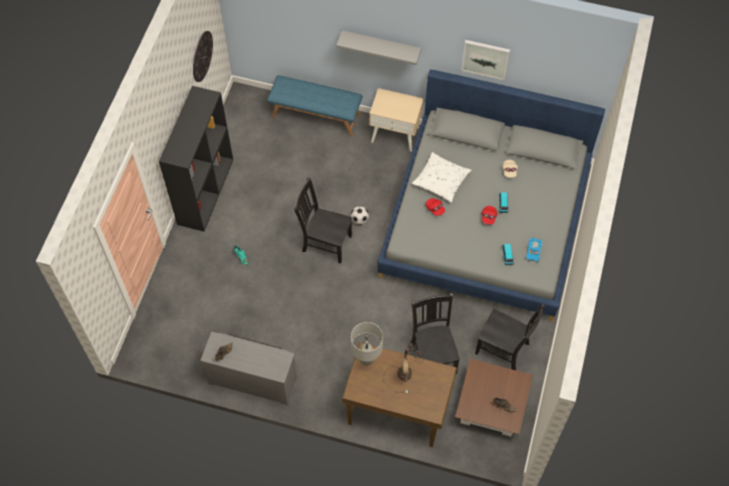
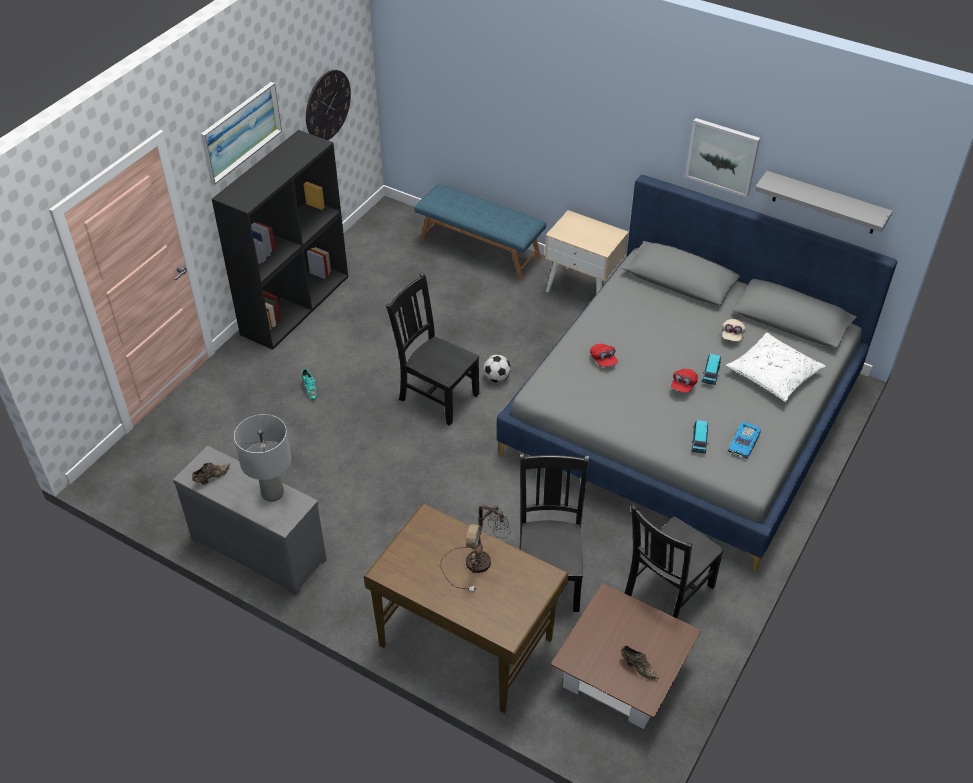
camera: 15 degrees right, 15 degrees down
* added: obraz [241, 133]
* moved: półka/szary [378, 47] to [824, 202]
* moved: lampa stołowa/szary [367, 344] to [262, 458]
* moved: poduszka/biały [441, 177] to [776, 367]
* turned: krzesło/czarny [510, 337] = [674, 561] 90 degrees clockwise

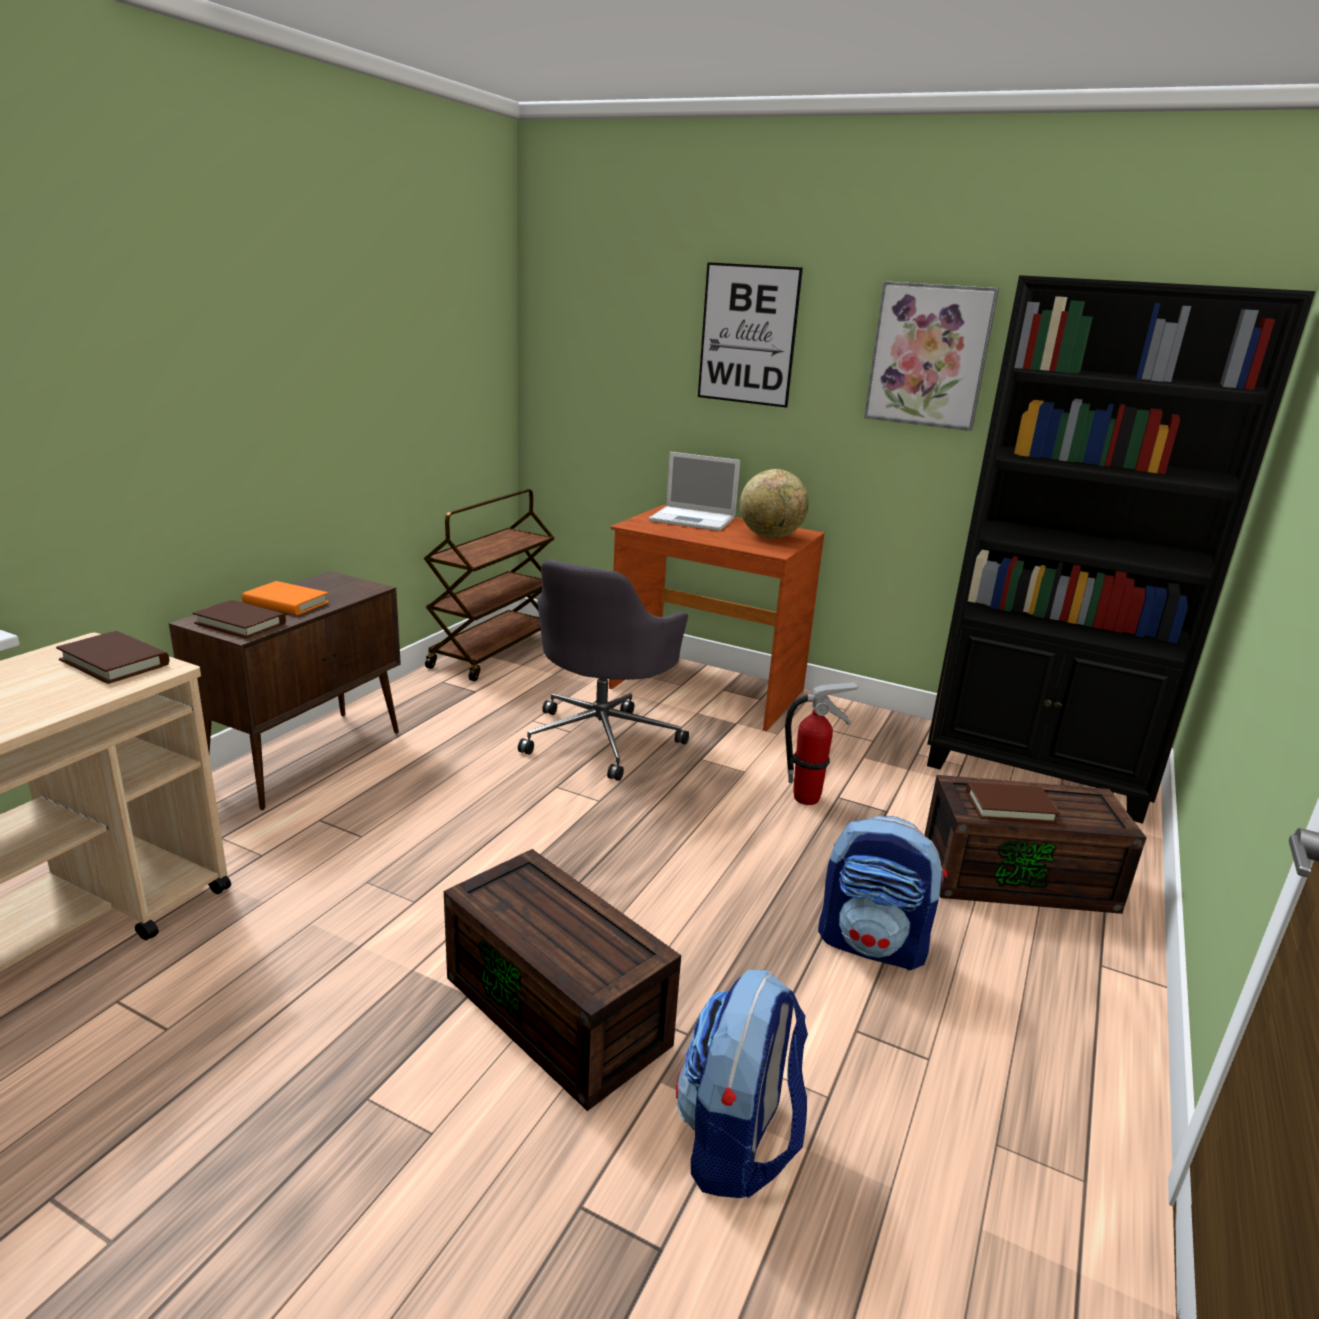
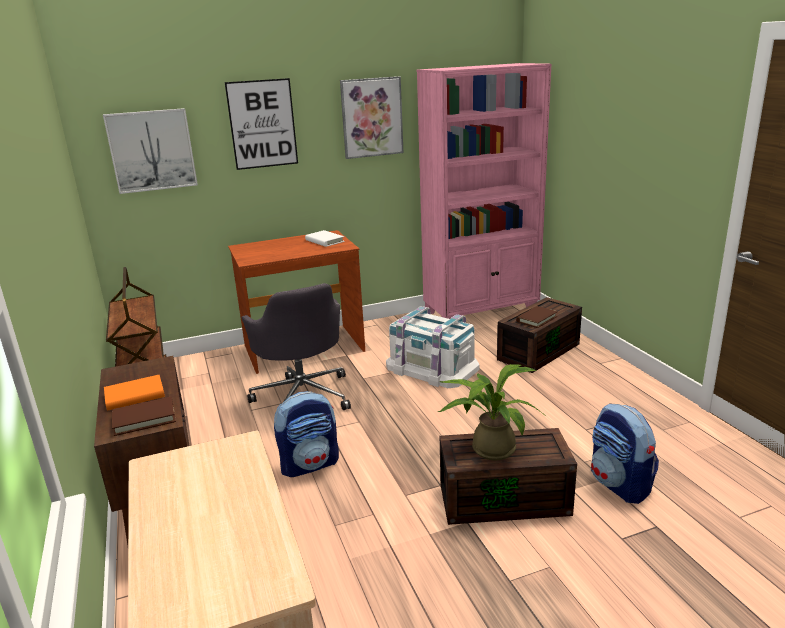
camera: 45 degrees left, 0 degrees up
* removed: książka/brązowy [112, 657]
* removed: laptop [694, 491]
* added: obraz [150, 151]
* added: roślina doniczkowa [492, 412]
* moved: plecak [882, 893] to [306, 434]
* replaced: globus [774, 503] to książka/biały [325, 238]
* replaced: gaśnica [822, 743] to pojemnik do przechowywania/biały [433, 347]
* recoloured: regał/czarny [1121, 549] to regał/różowy [484, 191]

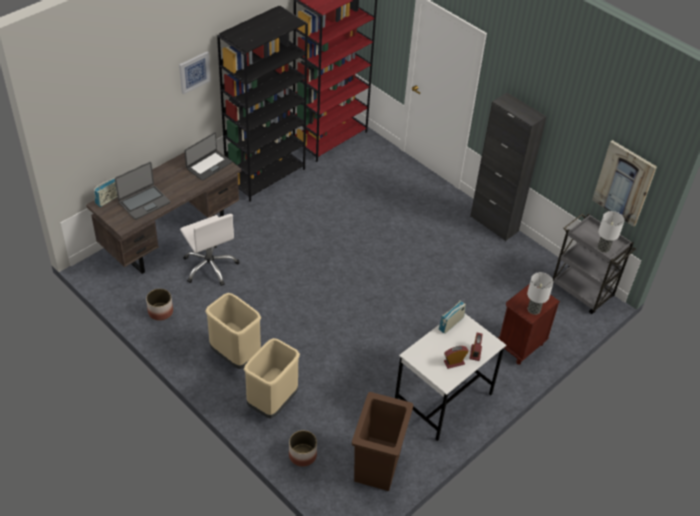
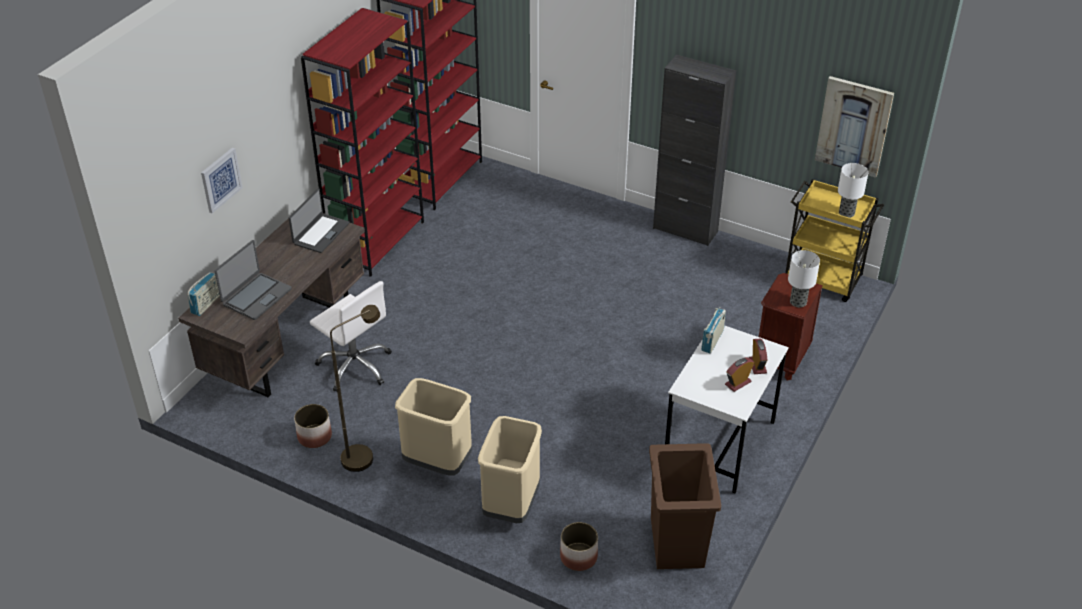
camera: 15 degrees left, 5 degrees down
* added: lampa stojąca/brązowy [355, 388]
* moved: obraz [195, 73] to [222, 180]
* recoloured: regał/czarny [262, 104] to regał/czerwony [362, 142]
* recoloured: wózek/szary [594, 263] to wózek/żółty [834, 240]

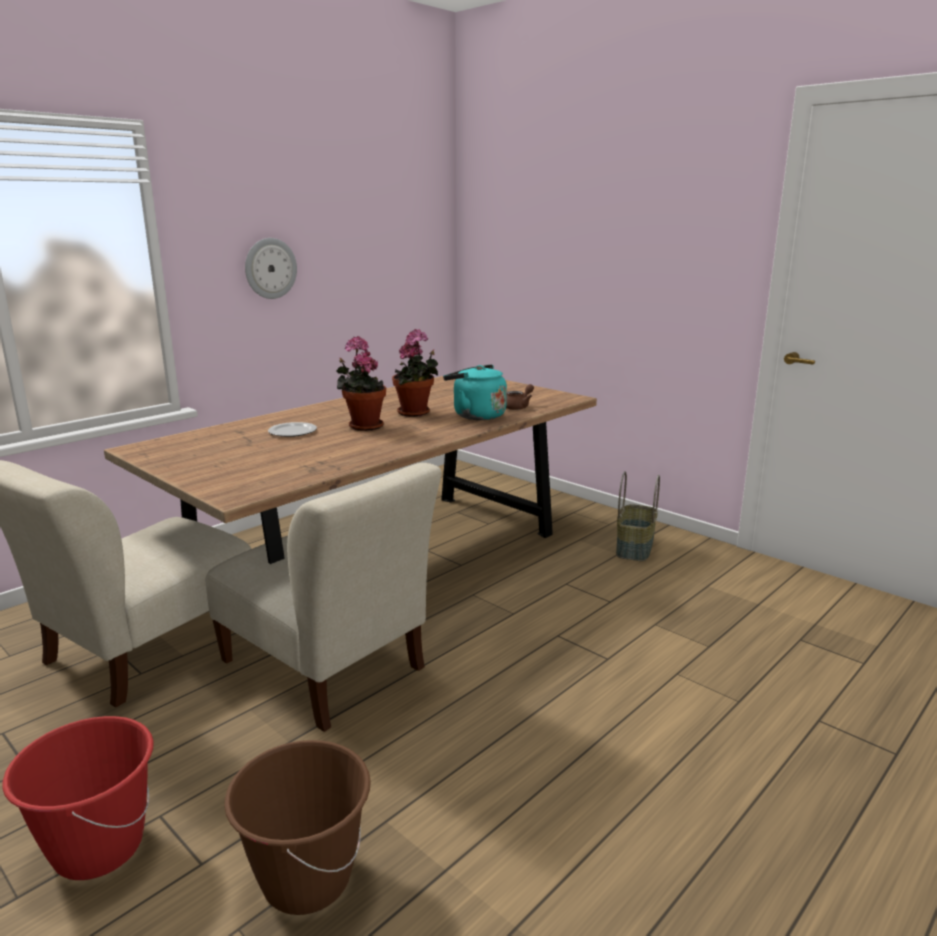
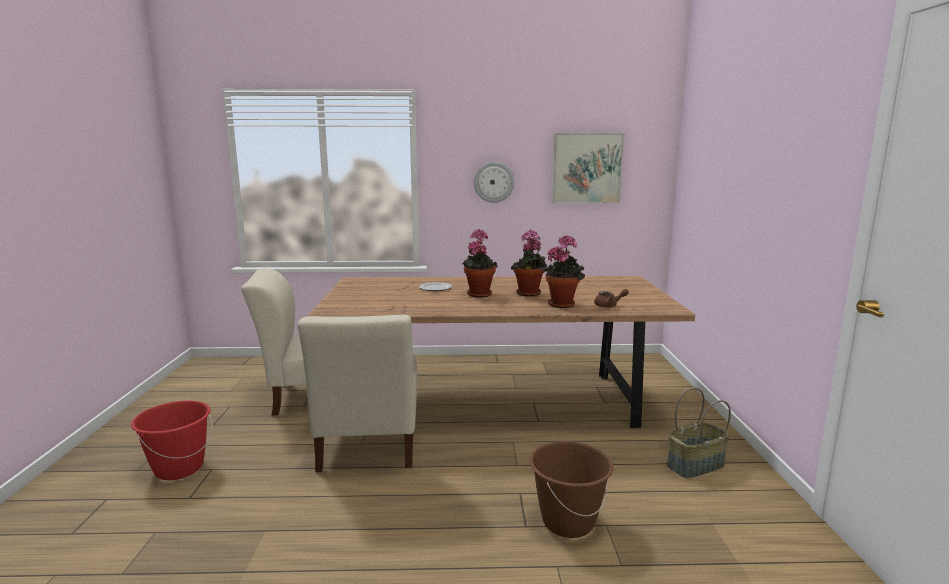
camera: 45 degrees right, 5 degrees down
* added: obraz [588, 168]
* moved: wiadro/brązowy [297, 827] to [572, 489]
* replaced: czajnik/turkusowy [475, 392] to roślina doniczkowa [562, 271]

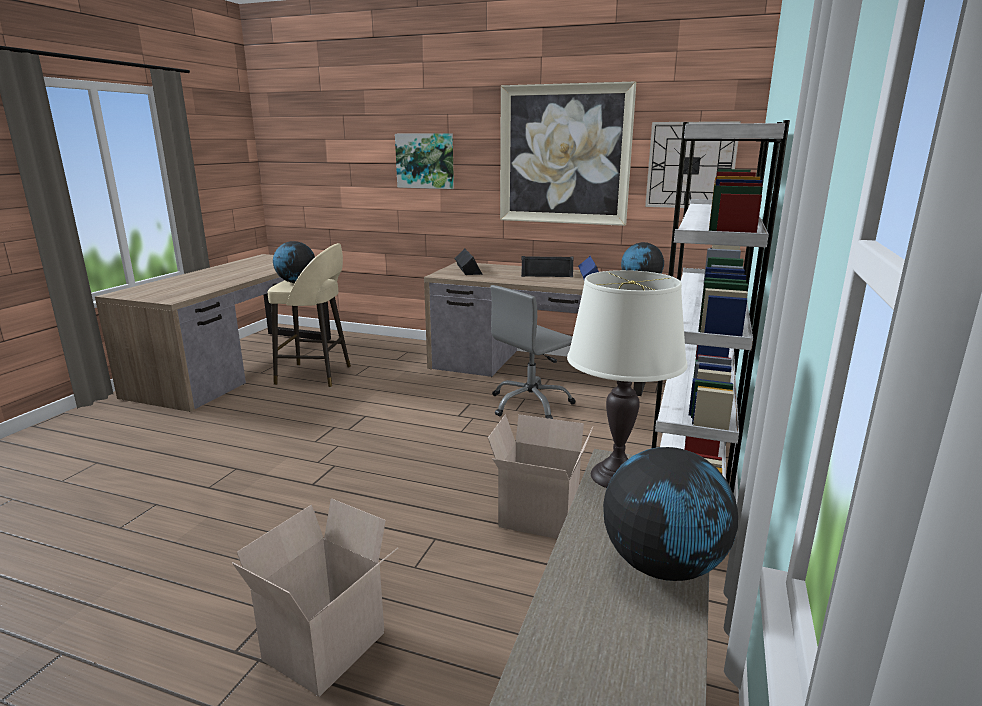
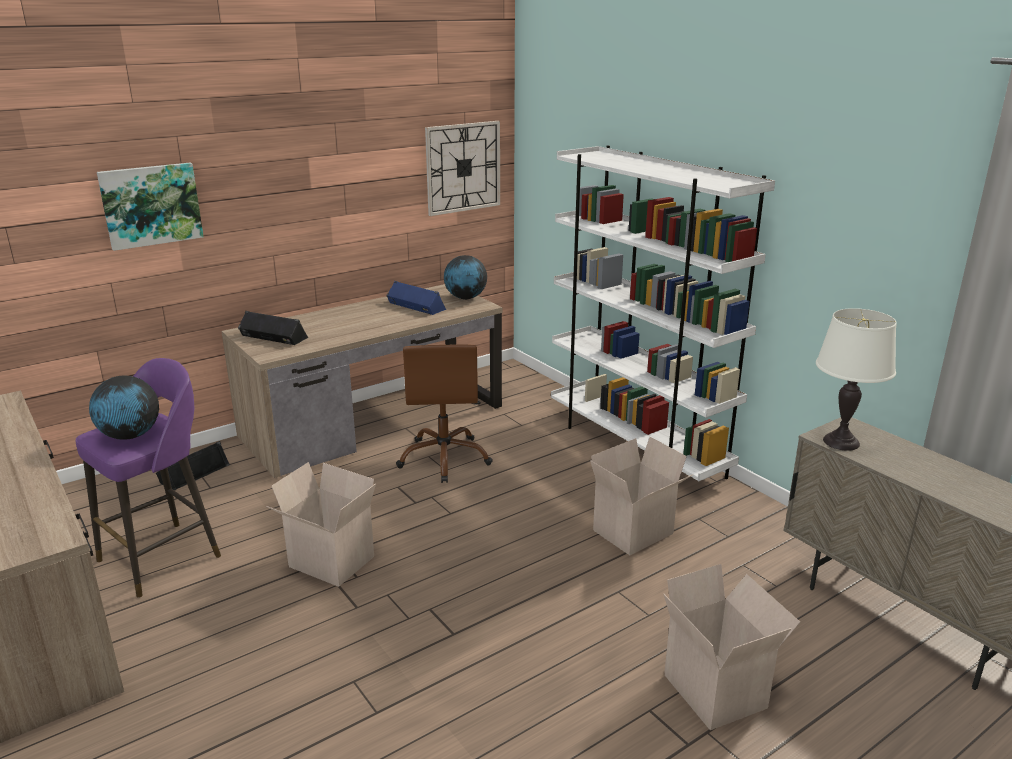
camera: 55 degrees left, 5 degrees up
* removed: obraz [568, 153]
* removed: globus [670, 514]
* added: karton [321, 524]
* moved: głośnik/czarny [547, 266] to [193, 466]
* recoloured: stołek/beżowy [309, 315] to stołek/fioletowy [148, 478]
* recoloured: krzesło biurowe/szary [533, 352] to krzesło biurowe/brązowy [444, 414]

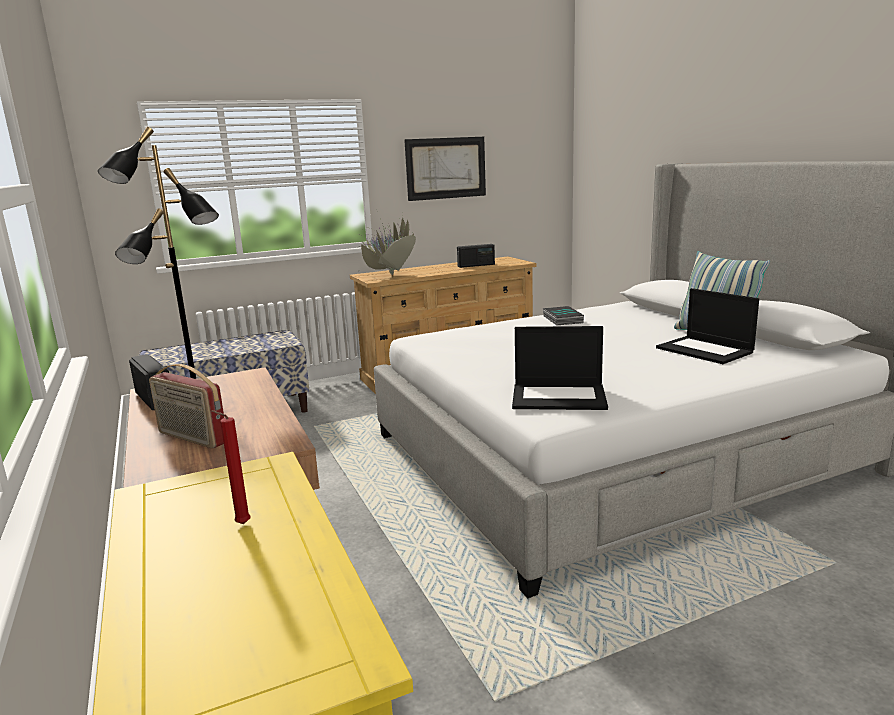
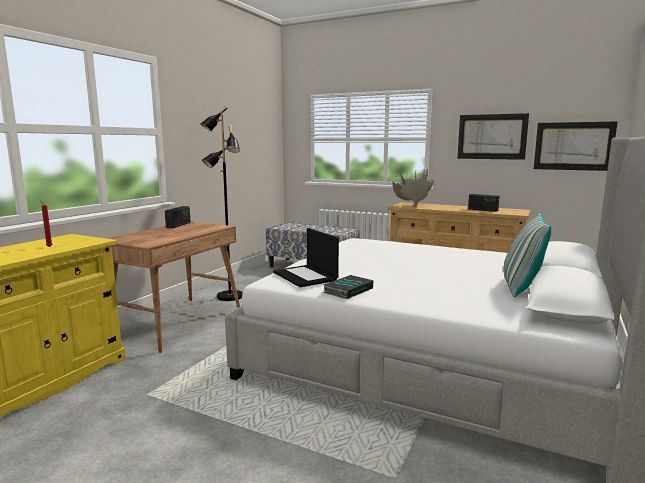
camera: 50 degrees right, 5 degrees down
* removed: radio [186, 406]
* removed: laptop [707, 326]
* added: obraz [576, 146]
* moved: książka [563, 315] to [348, 287]

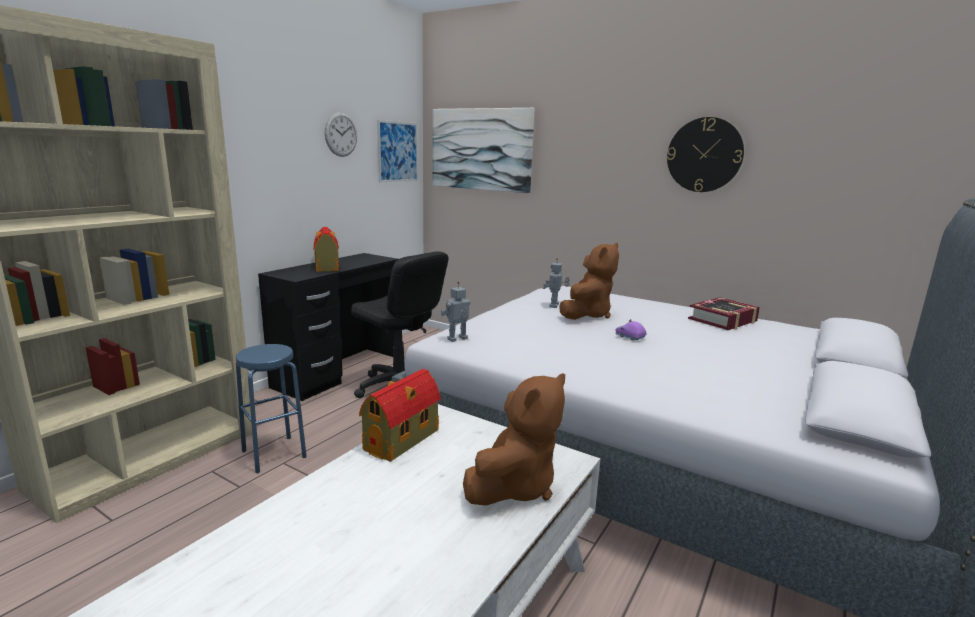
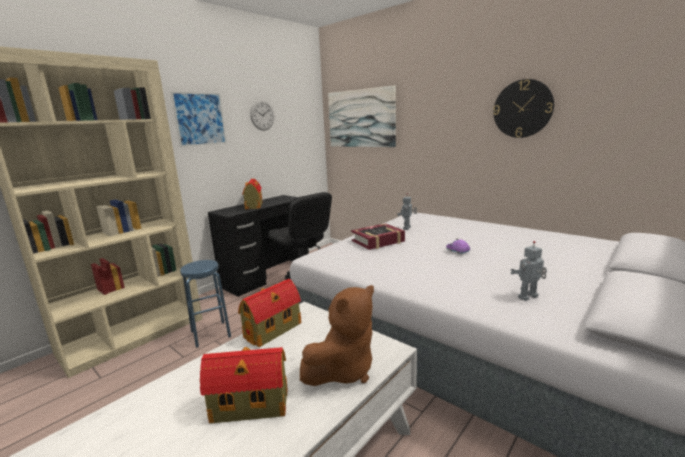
camera: 10 degrees right, 0 degrees up
* removed: pluszak/brązowy [589, 281]
* added: domek [244, 385]
* moved: obraz [397, 151] to [198, 119]
* moved: robot zabawkowy [455, 311] to [529, 271]
* moved: książka [724, 313] to [378, 236]

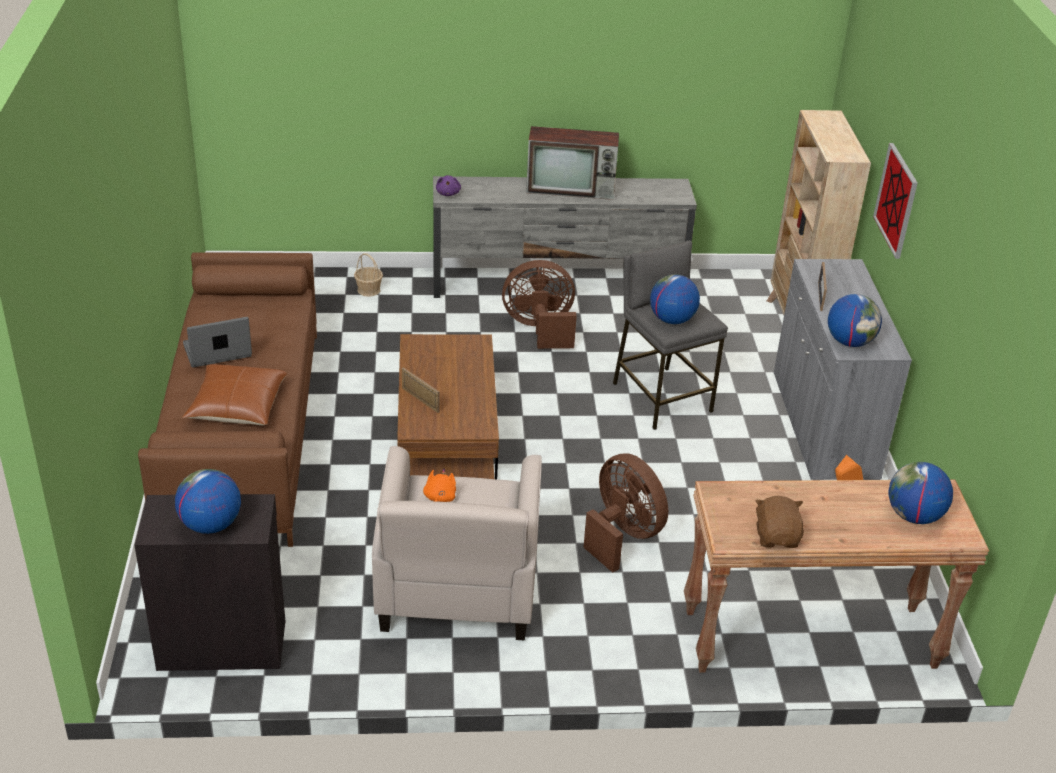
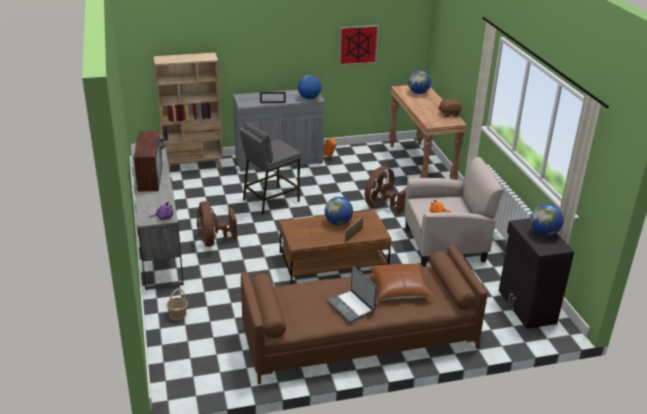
camera: 100 degrees left, 5 degrees down
* moved: globus [675, 299] to [339, 211]
* moved: obraz [895, 201] to [359, 45]

